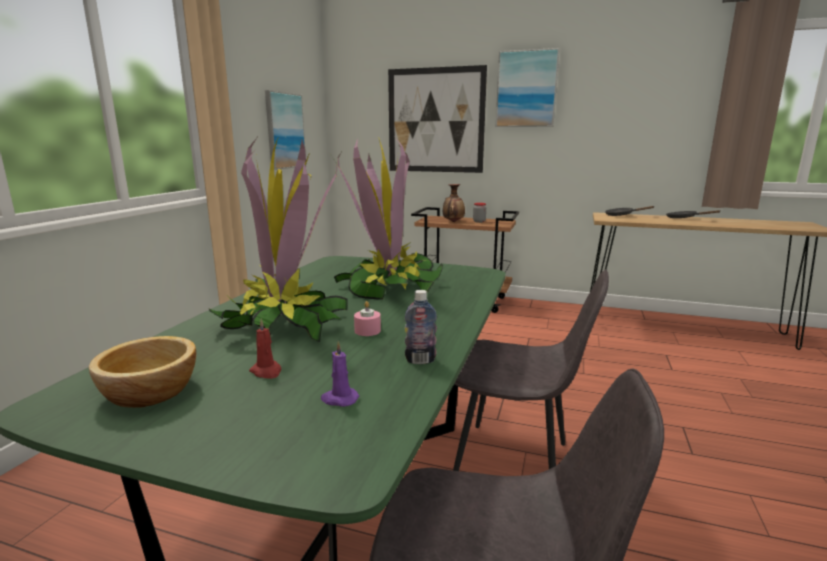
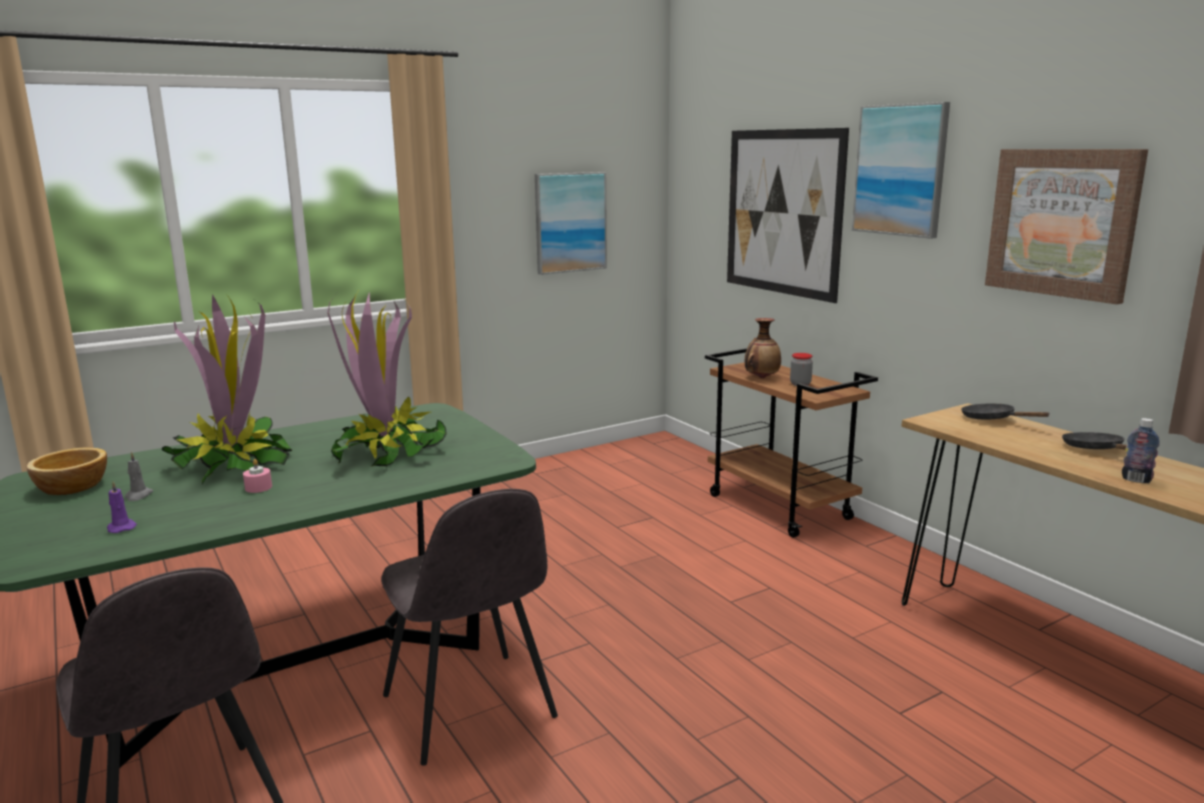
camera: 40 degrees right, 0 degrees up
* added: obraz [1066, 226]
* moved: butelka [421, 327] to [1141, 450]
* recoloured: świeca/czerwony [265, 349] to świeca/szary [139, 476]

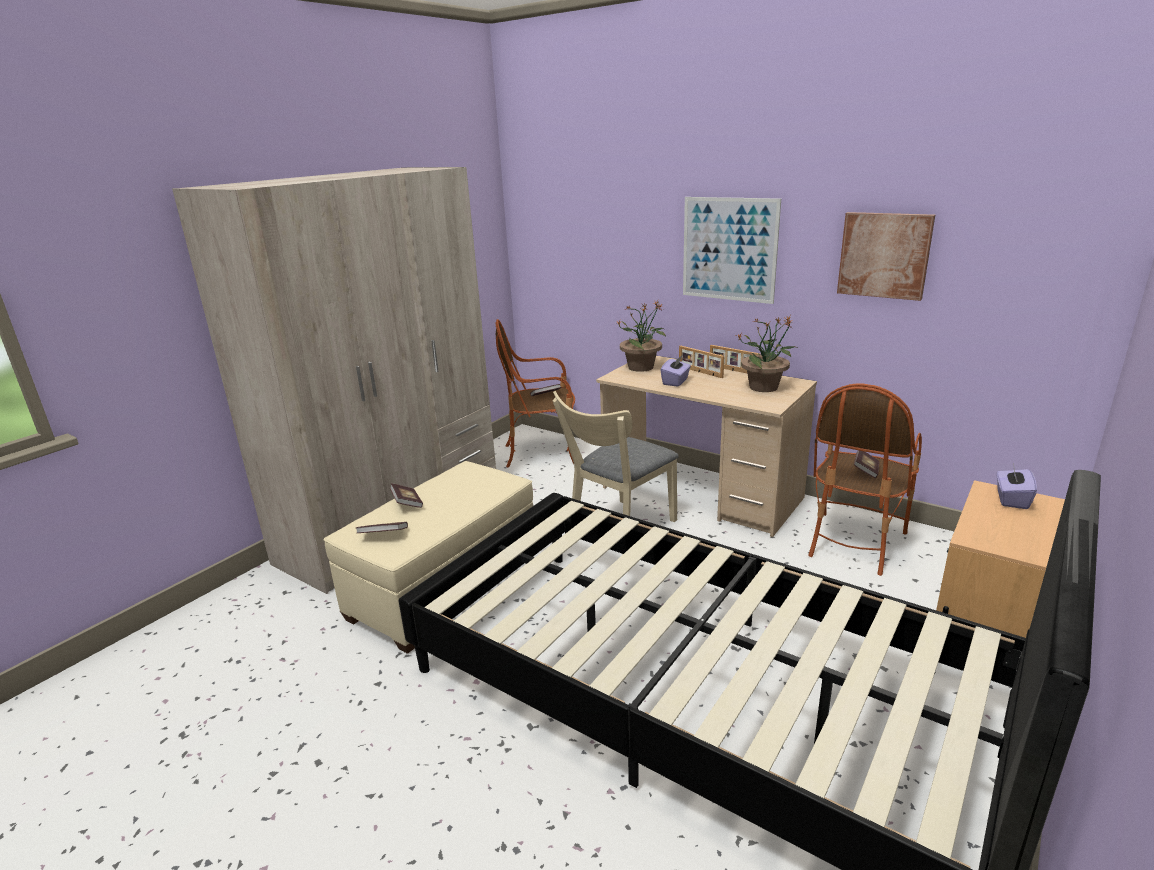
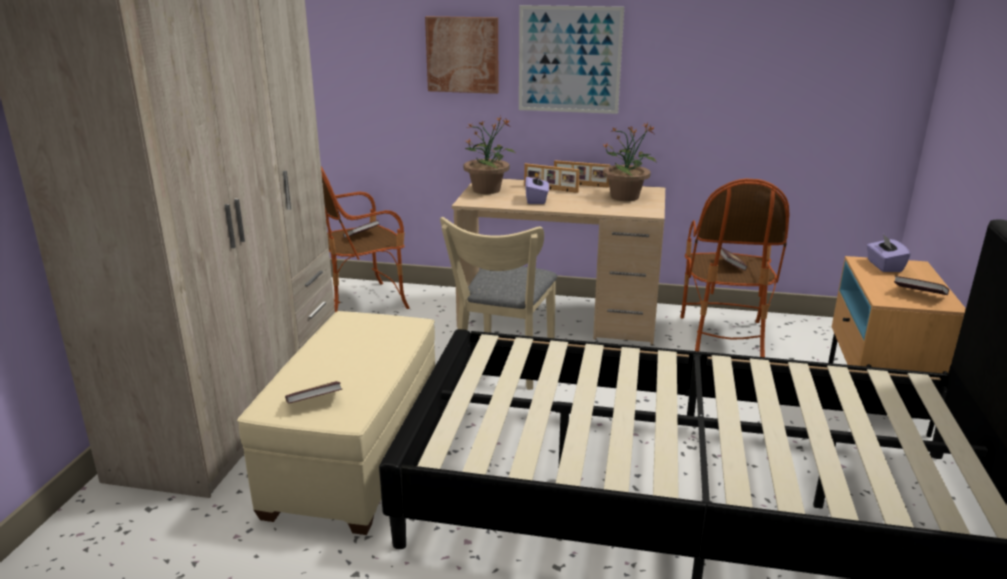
camera: 25 degrees left, 0 degrees up
* moved: książka [406, 495] to [921, 285]
* moved: obraz [886, 256] to [461, 55]

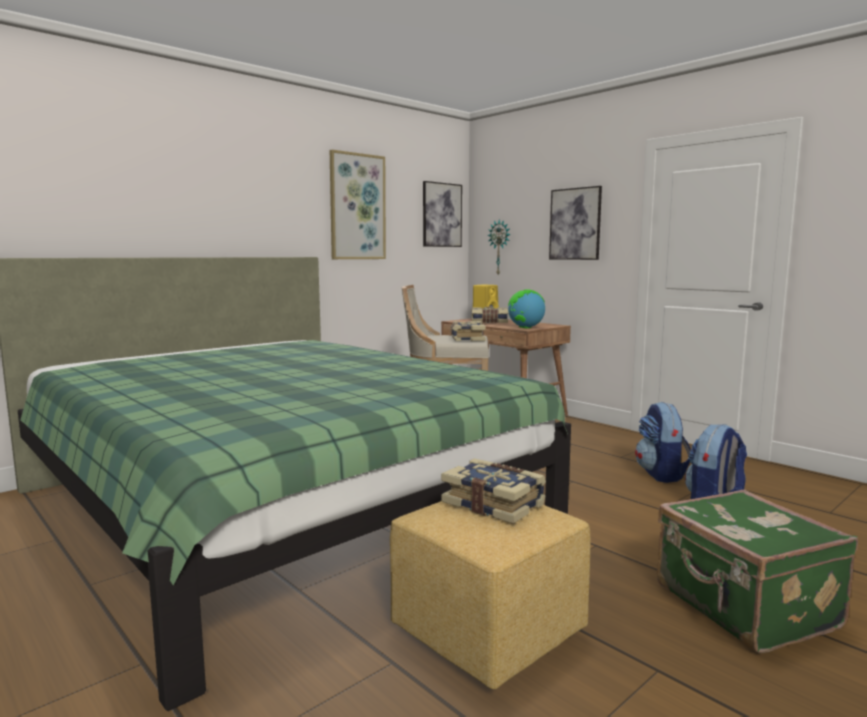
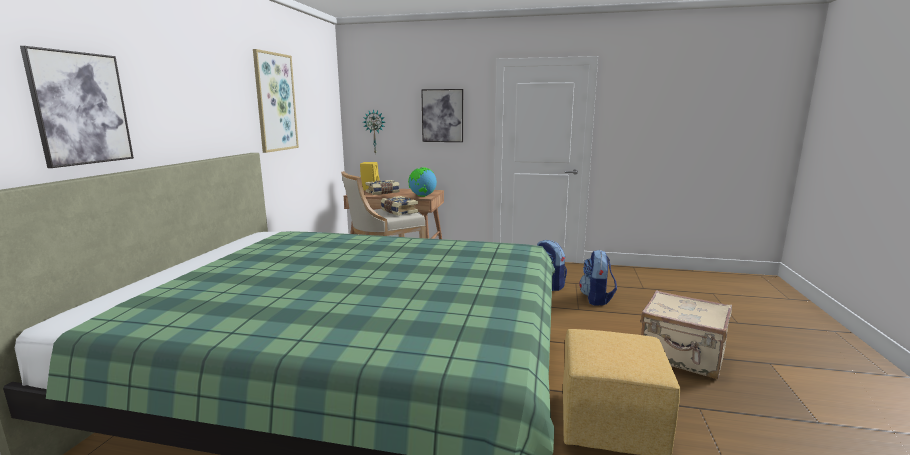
camera: 35 degrees left, 5 degrees up
* removed: książka [493, 491]
* moved: obraz [442, 214] to [77, 107]
* recoloured: walizka/zielony [757, 571] to walizka/beżowy [686, 334]

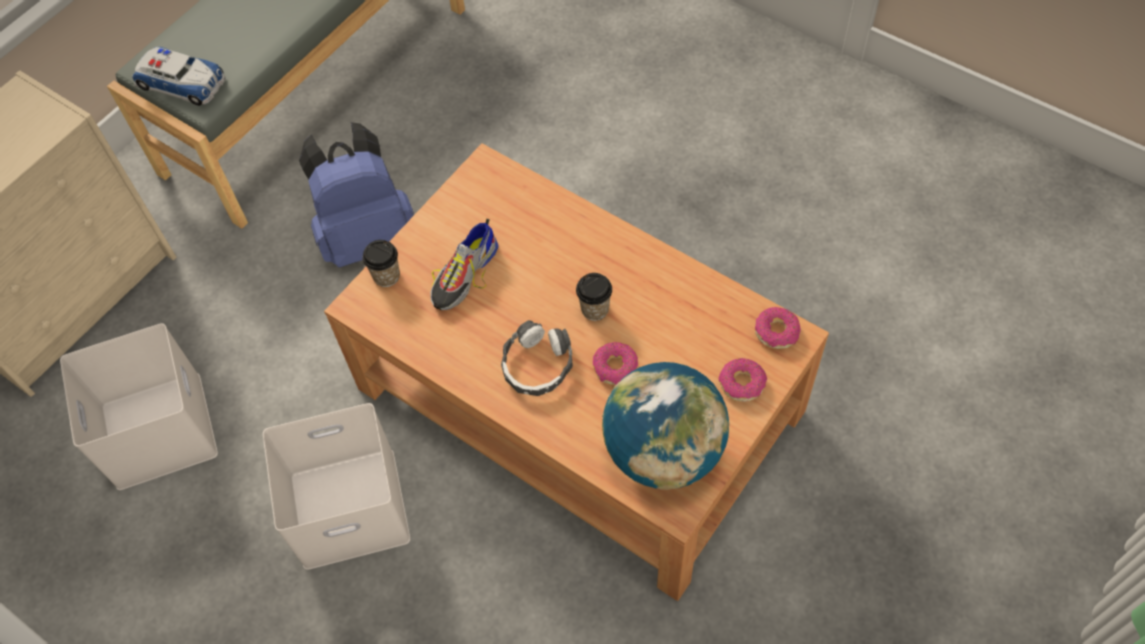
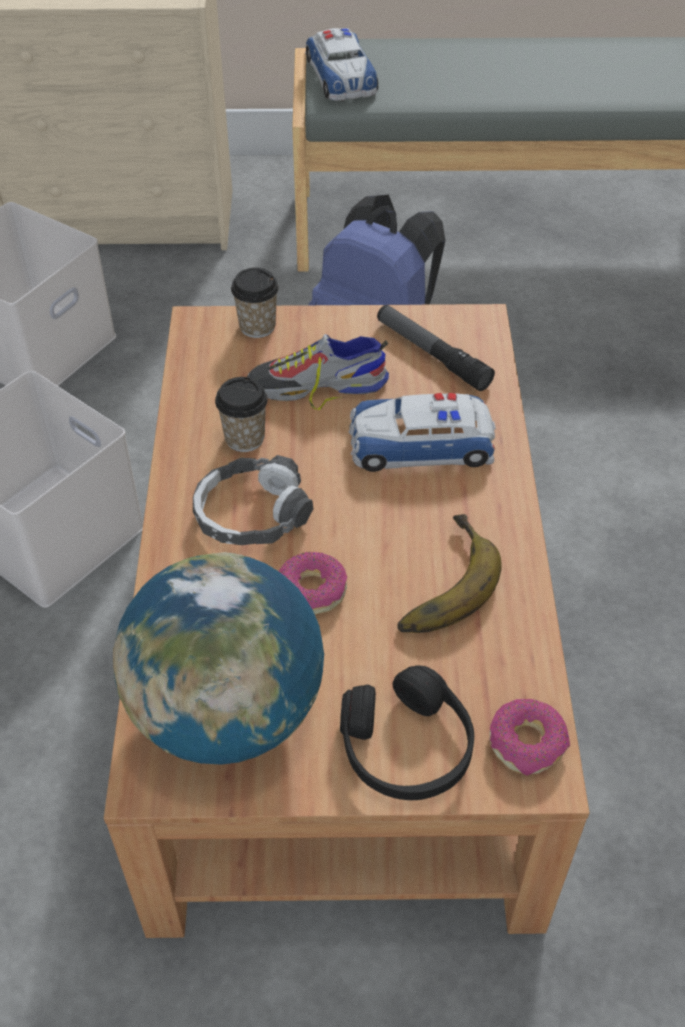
camera: 50 degrees right, 10 degrees down
* added: samochodzik [422, 432]
* added: latarka [436, 348]
* added: banan [450, 573]
* moved: filiżanka [594, 297] to [241, 414]
* replaced: donut [743, 380] to słuchawki/czarny [407, 732]

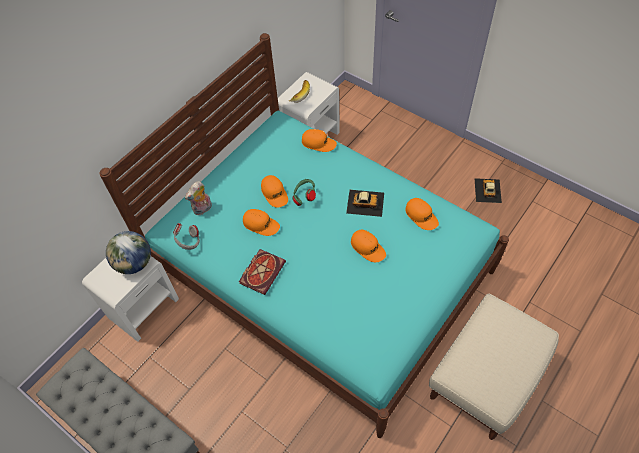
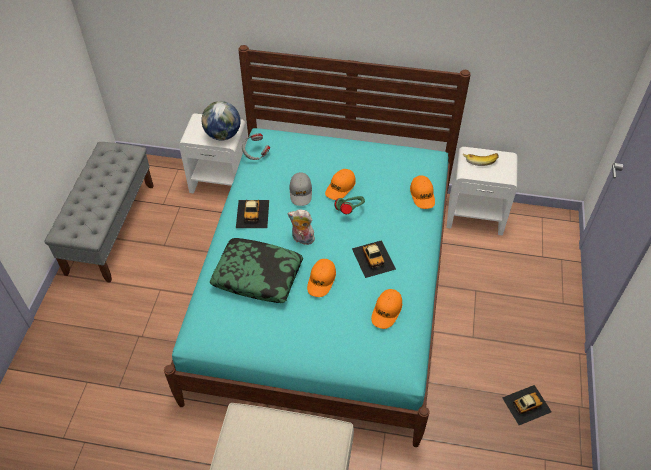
camera: 60 degrees right, 5 degrees down
* added: poduszka [256, 270]
* moved: pluszak [198, 198] to [301, 227]
* replaced: książka [262, 272] to samochodzik [252, 214]
* recoloured: czapka z daszkiem/pomarańczowy [261, 222] to czapka z daszkiem/szary [300, 189]

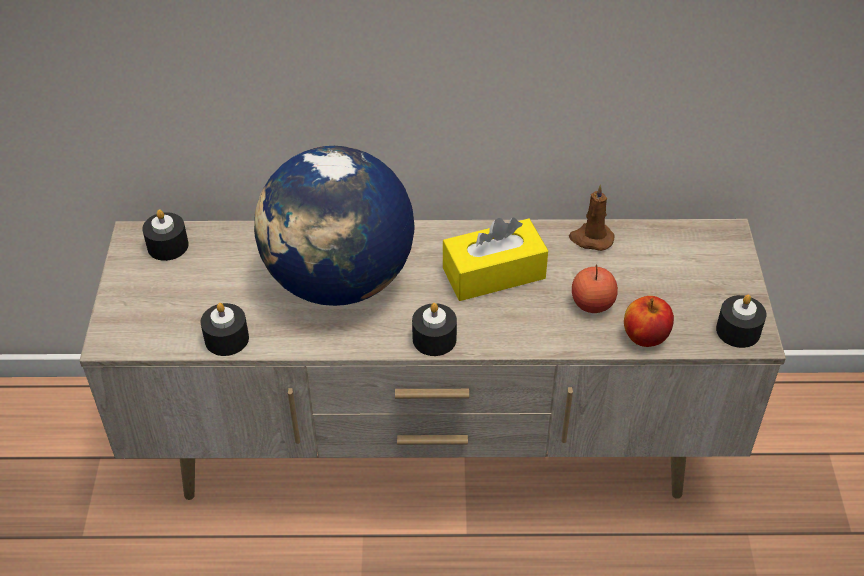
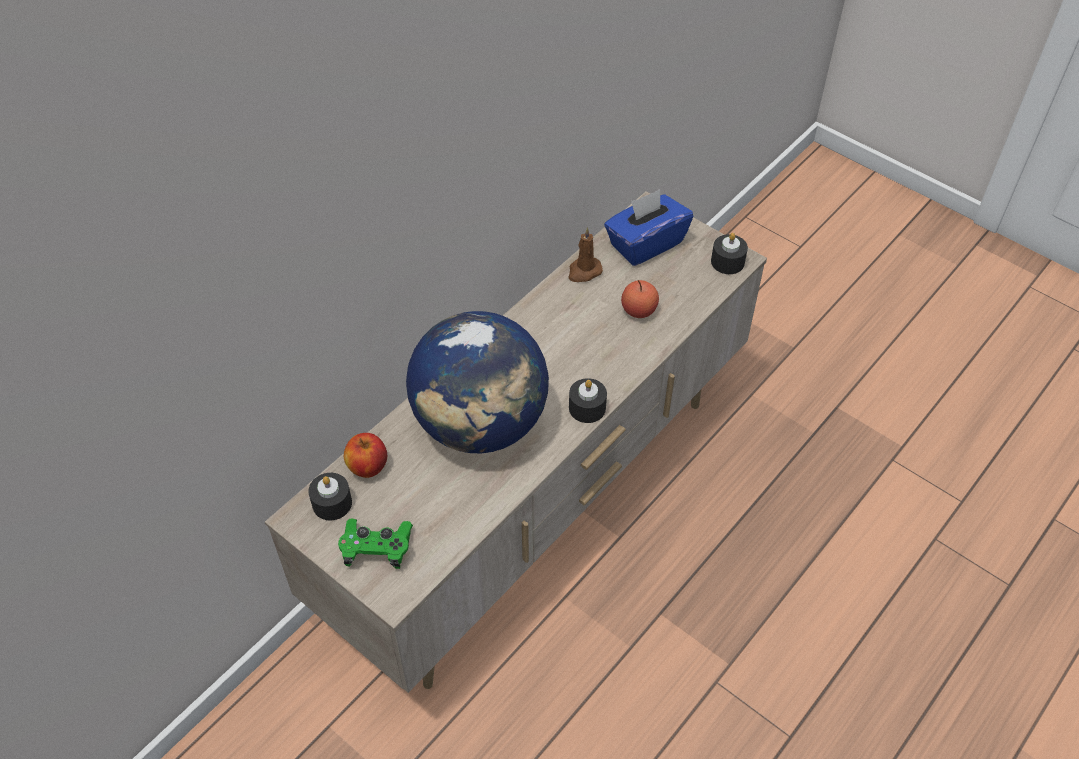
camera: 50 degrees left, 5 degrees up
* removed: świeca/czarny [225, 329]
* removed: pudełko chusteczek/żółty [495, 259]
* added: pad do gier/zielony [375, 544]
* added: pudełko chusteczek/niebieski [648, 227]
* moved: jabłko [649, 321] to [365, 455]

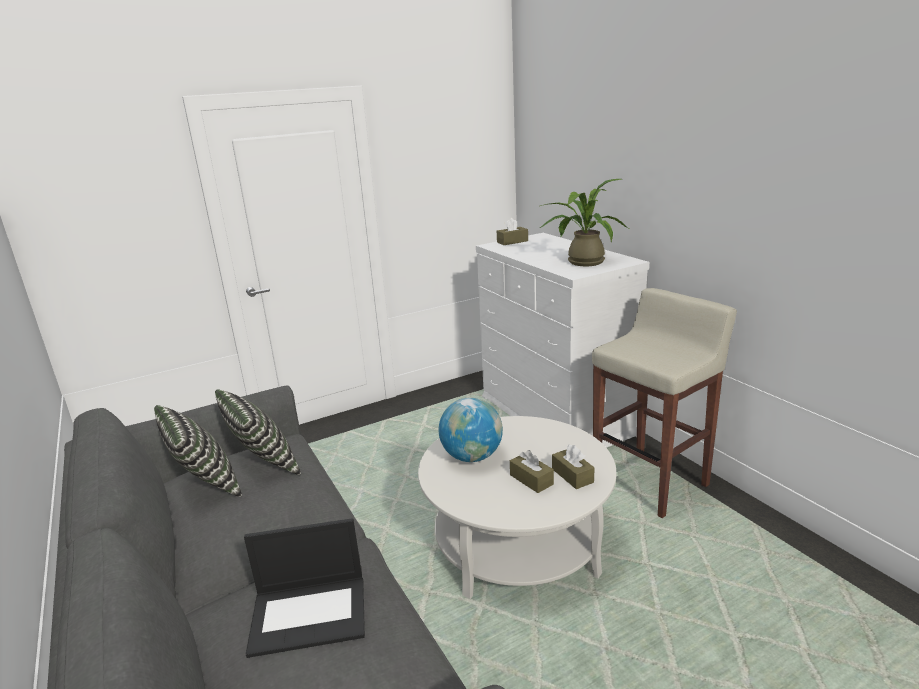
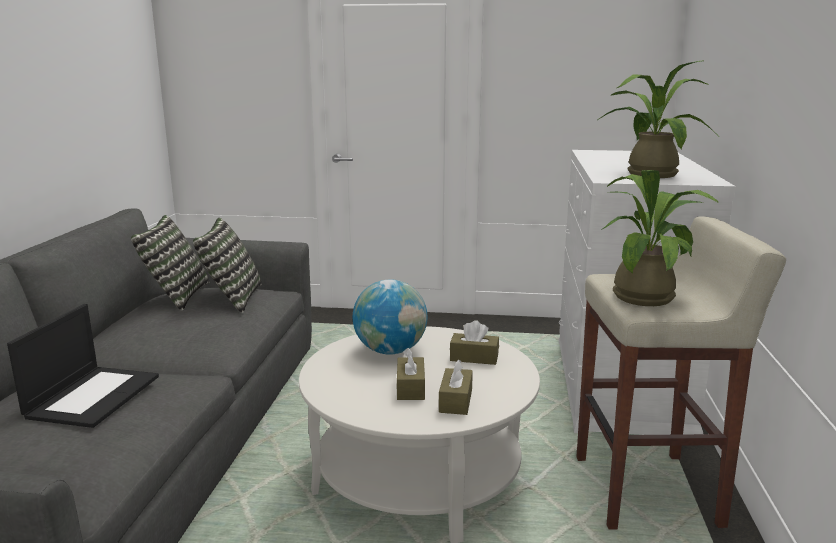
camera: 35 degrees right, 5 degrees down
* added: roślina doniczkowa [660, 238]
* moved: pudełko chusteczek/brązowy [512, 231] to [474, 342]
* turned: laptop [304, 588] = [83, 366] 105 degrees counterclockwise

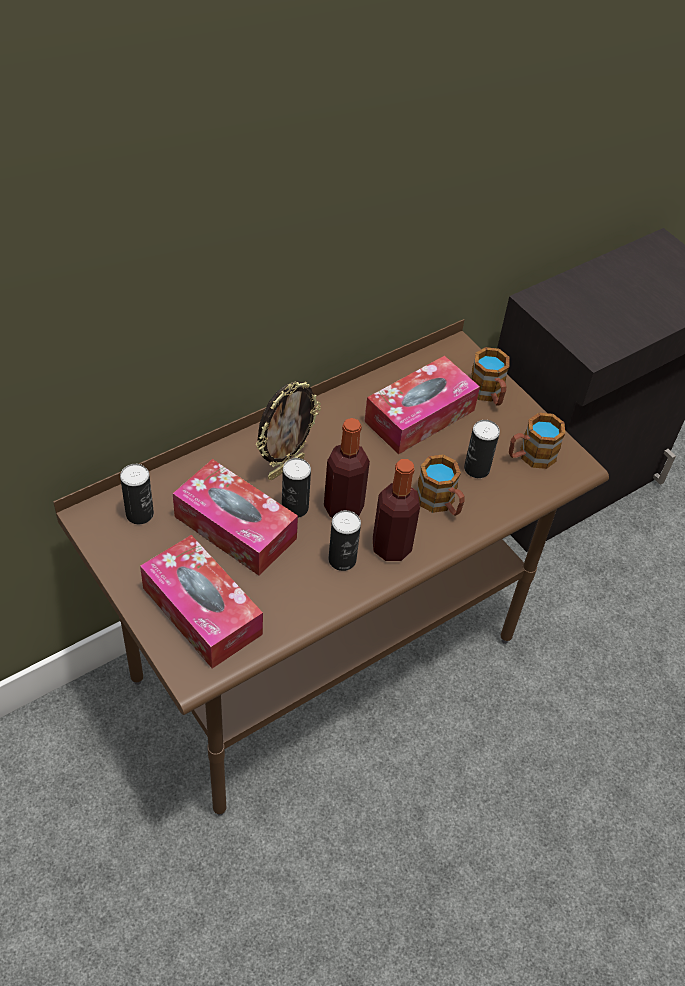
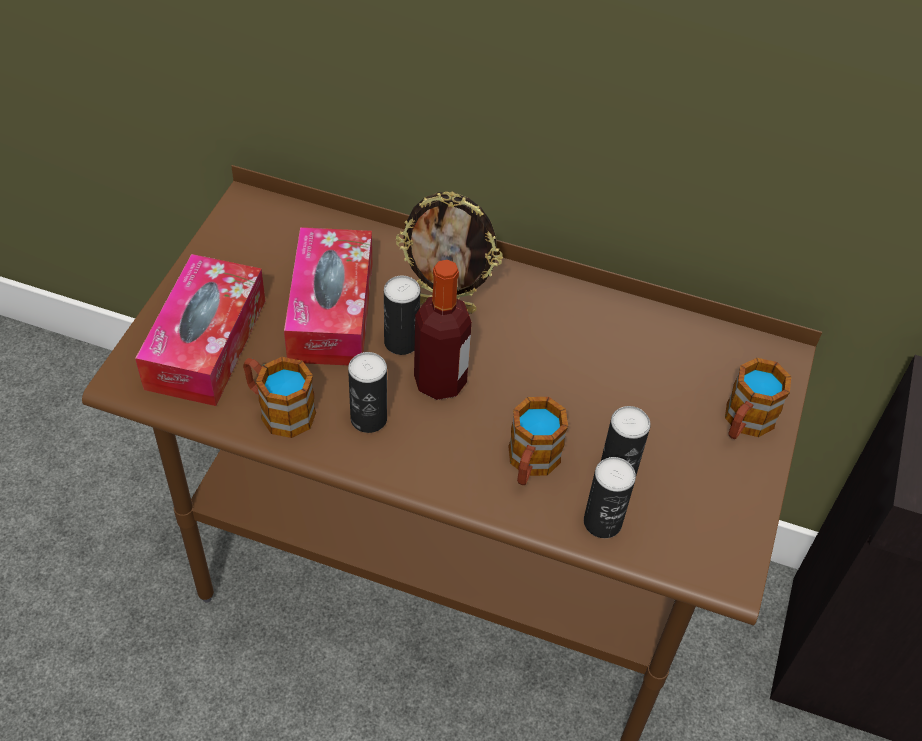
camera: 55 degrees right, 0 degrees up
* removed: pudełko chusteczek [422, 405]
* removed: butelka [396, 510]
* moved: puszka [137, 494] to [610, 497]
* moved: kubek [537, 441] to [279, 397]

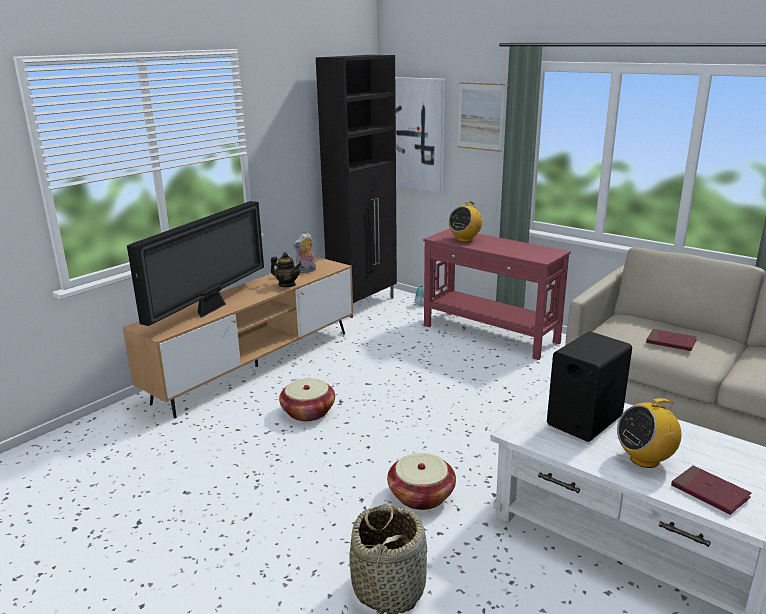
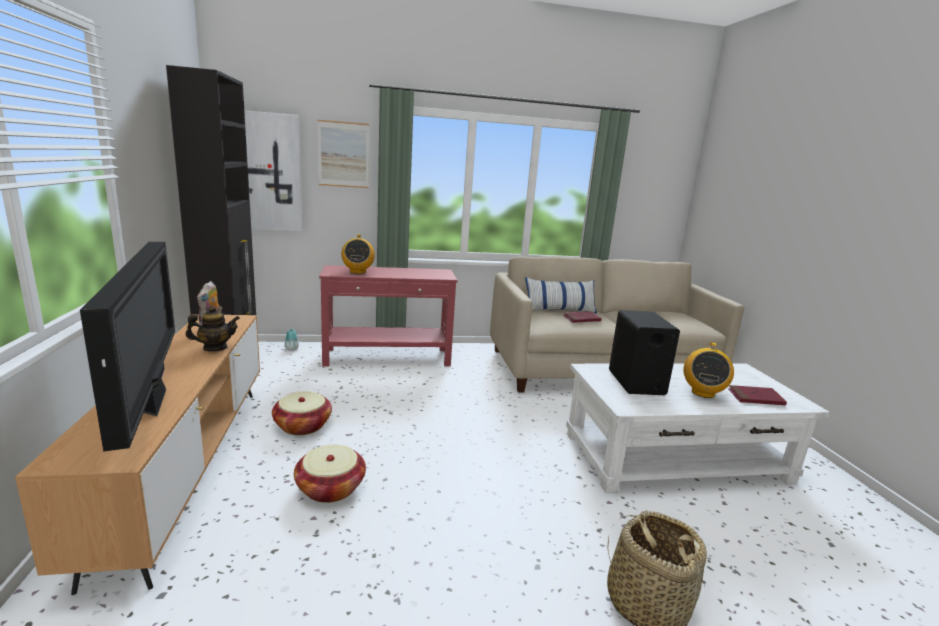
camera: 50 degrees left, 5 degrees down
* added: poduszka [561, 295]
* moved: koszyk [421, 481] to [302, 413]

